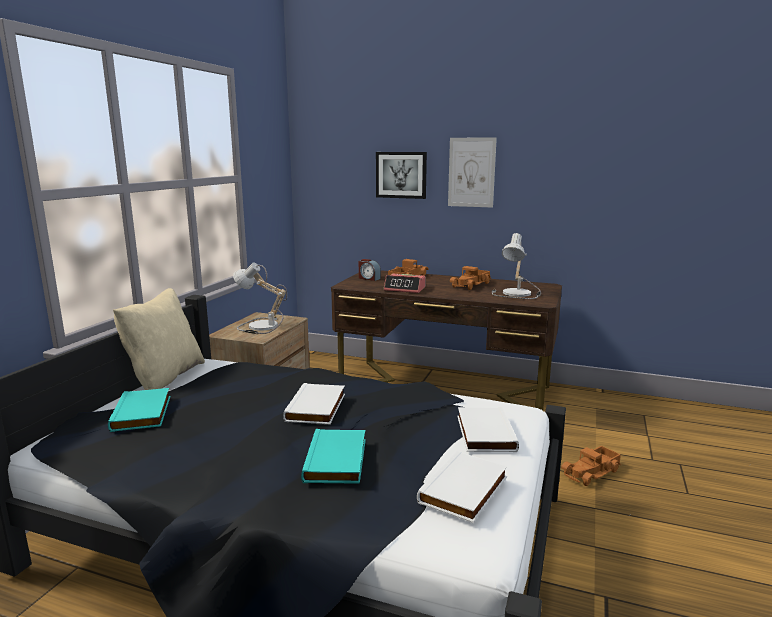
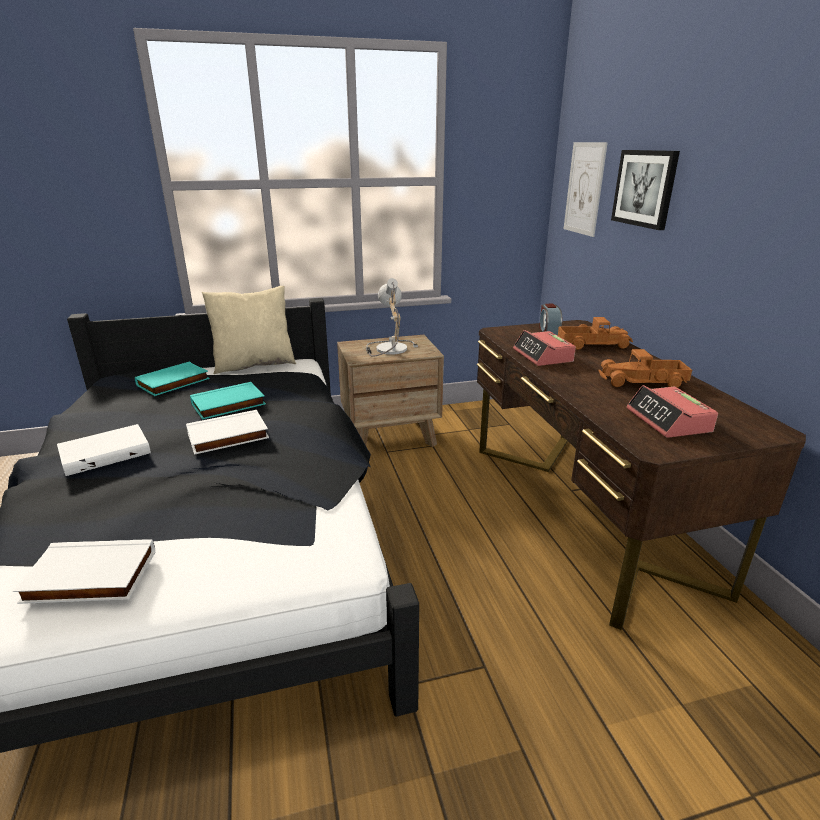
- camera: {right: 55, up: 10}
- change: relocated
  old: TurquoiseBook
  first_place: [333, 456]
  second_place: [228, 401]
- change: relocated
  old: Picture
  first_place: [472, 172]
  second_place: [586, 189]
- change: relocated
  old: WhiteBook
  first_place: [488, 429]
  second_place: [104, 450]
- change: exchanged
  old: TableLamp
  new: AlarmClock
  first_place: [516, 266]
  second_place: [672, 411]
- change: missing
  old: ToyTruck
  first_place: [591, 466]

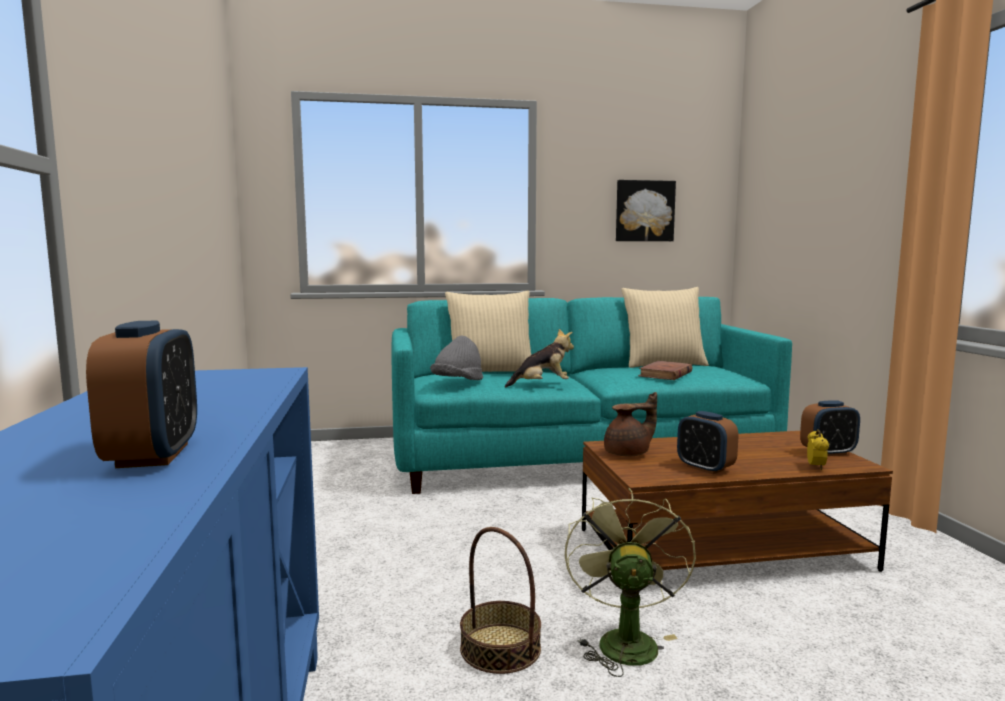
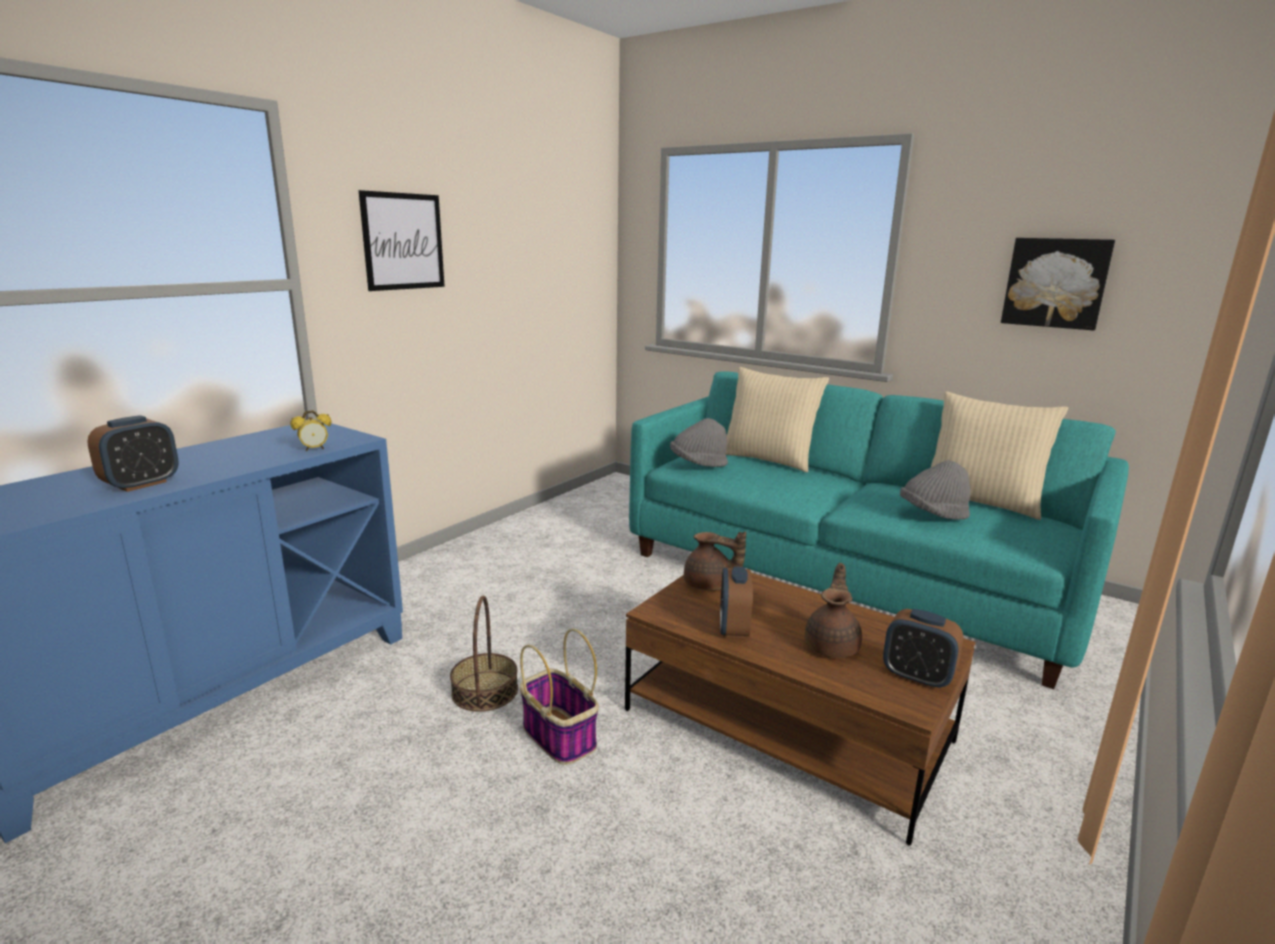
- camera: {right: 45, up: 10}
- change: missing
  old: PlushToy
  first_place: [539, 358]
- change: exchanged
  old: GreenFan
  new: Basket
  first_place: [630, 582]
  second_place: [559, 697]
- change: exchanged
  old: BrownBook
  new: GreyHat
  first_place: [665, 370]
  second_place: [935, 490]
- change: relocated
  old: AlarmClock
  first_place: [818, 449]
  second_place: [310, 430]
- change: appeared
  new: Picture
  second_place: [401, 240]
- change: appeared
  new: BrownTeapot
  second_place: [833, 610]

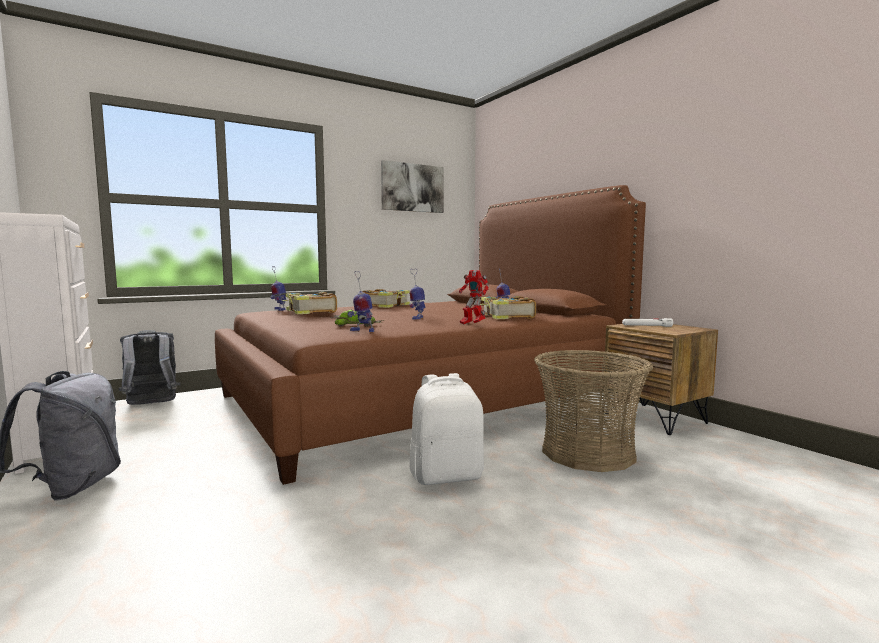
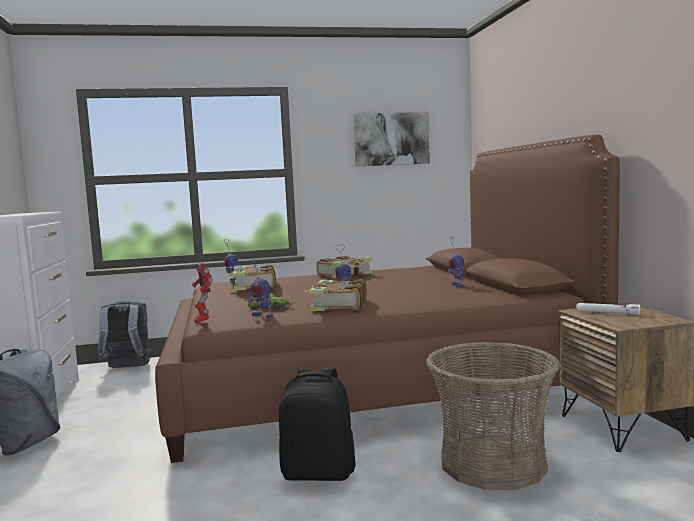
- camera: {right: 20, up: 0}
- change: colour
  old: WhiteBackpack
  new: BlackBackpack
  first_place: [447, 429]
  second_place: [317, 424]
- change: relocated
  old: ToyRobot
  first_place: [474, 297]
  second_place: [202, 292]
- change: relocated
  old: Book
  first_place: [508, 307]
  second_place: [336, 295]

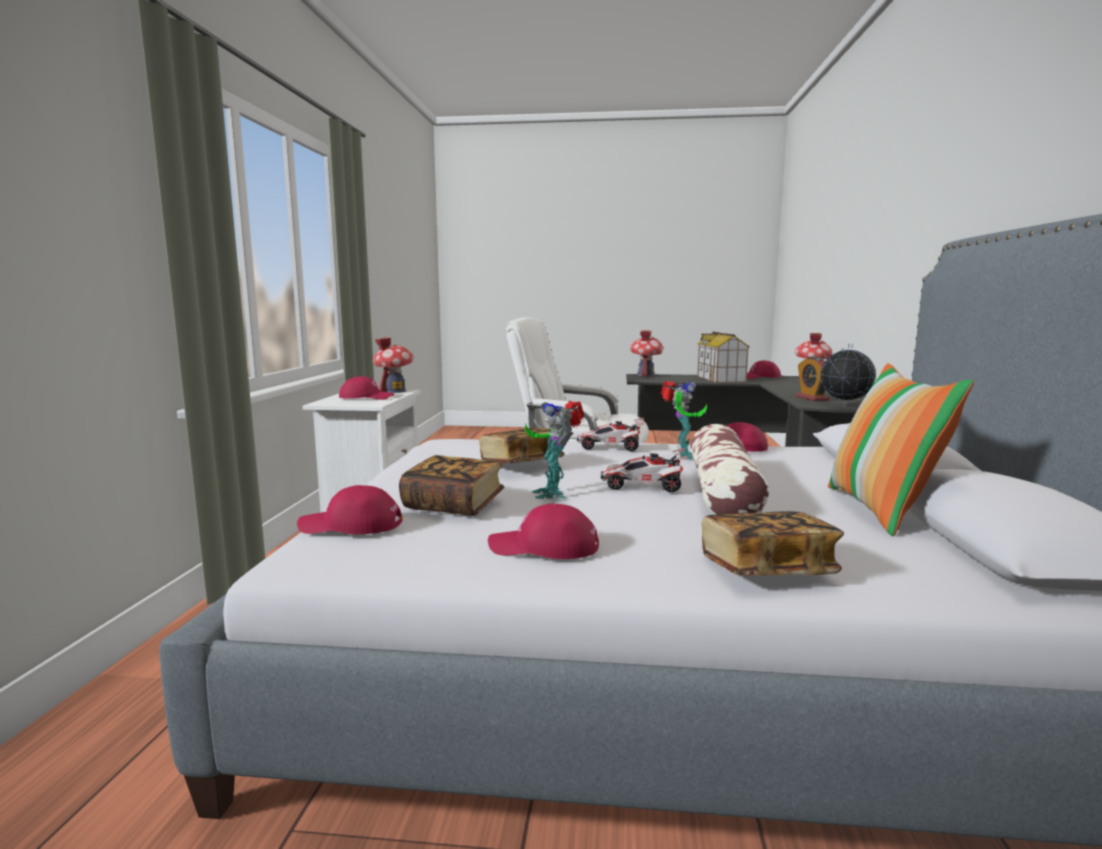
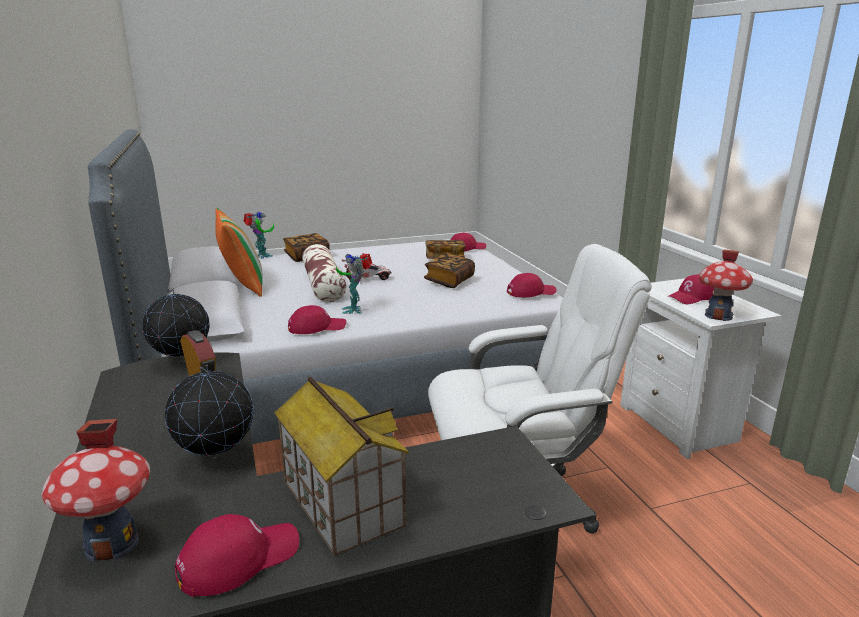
- camera: {right: 155, up: 10}
- change: relocated
  old: RedCap
  first_place: [543, 531]
  second_place: [531, 285]
- change: relocated
  old: ToyRobot
  first_place: [554, 450]
  second_place: [258, 235]
- change: missing
  old: ToyCar
  first_place: [611, 434]
- change: missing
  old: ToyHouse
  first_place: [646, 353]
- change: appeared
  new: Globe
  second_place: [209, 412]

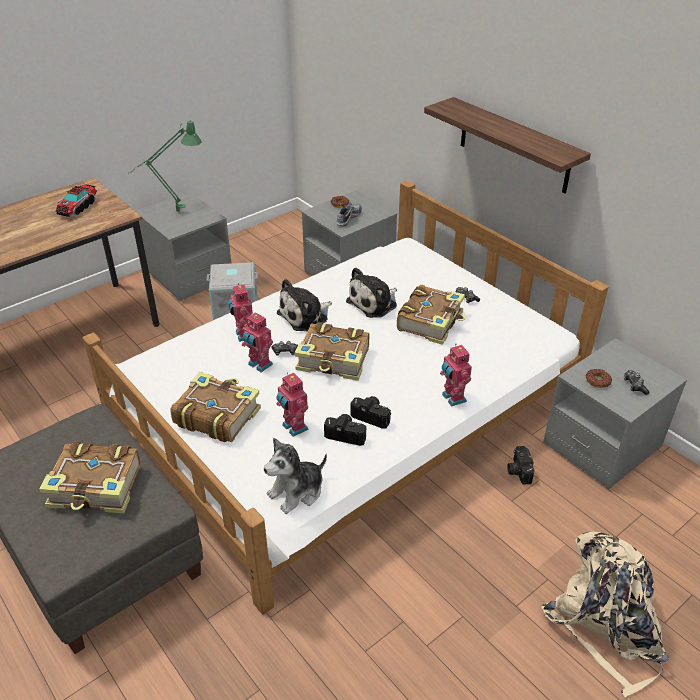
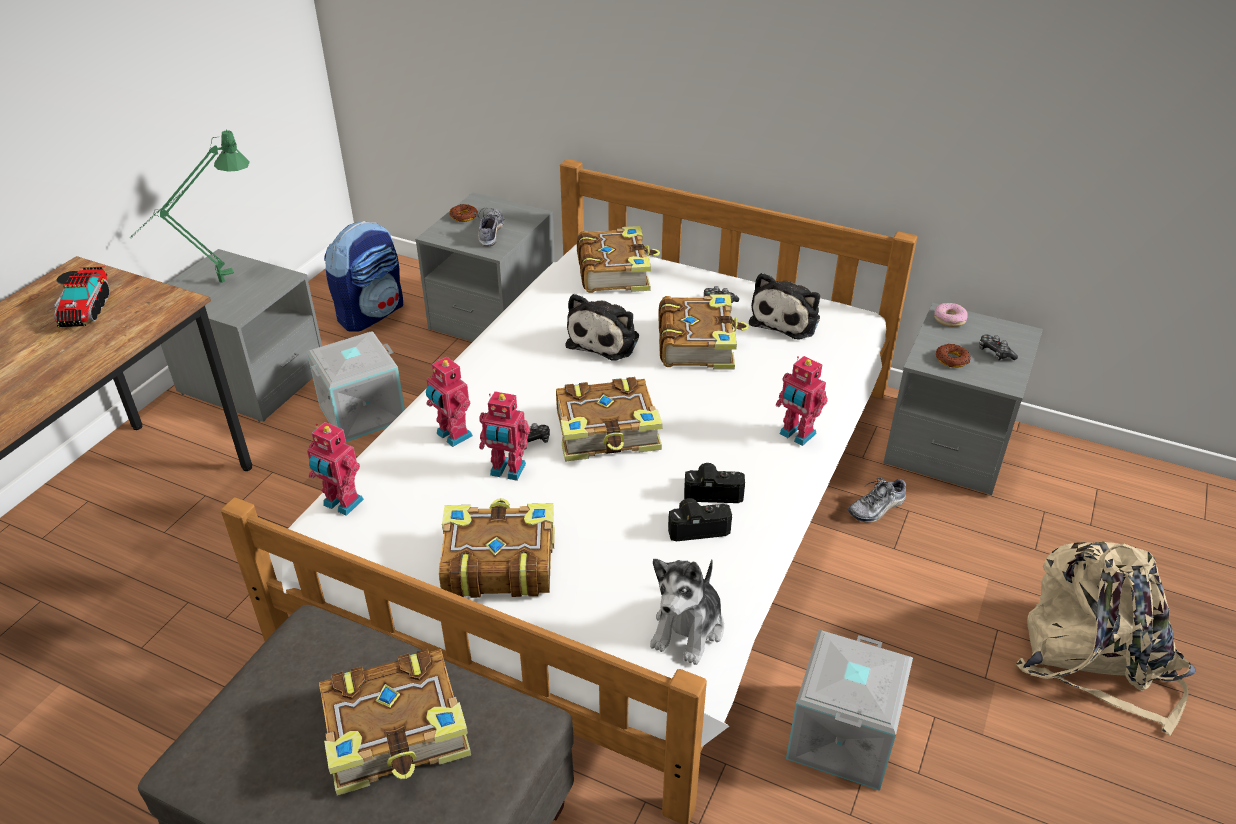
- camera: {right: -25, up: 0}
- change: relocated
  old: PlushToy
  first_place: [304, 305]
  second_place: [784, 306]
- change: relocated
  old: ToyRobot
  first_place: [292, 404]
  second_place: [335, 469]
- change: missing
  old: Shelf
  first_place: [507, 145]
- change: exchanged
  old: PhotoCamera
  new: Shoe
  first_place: [521, 465]
  second_place: [877, 500]
- change: appeared
  new: Backpack
  second_place: [363, 276]
- change: appeared
  new: Book
  second_place: [618, 259]
- change: appeared
  new: GreyStorageBox
  second_place: [849, 710]
- change: appeared
  new: Donut
  second_place: [951, 315]

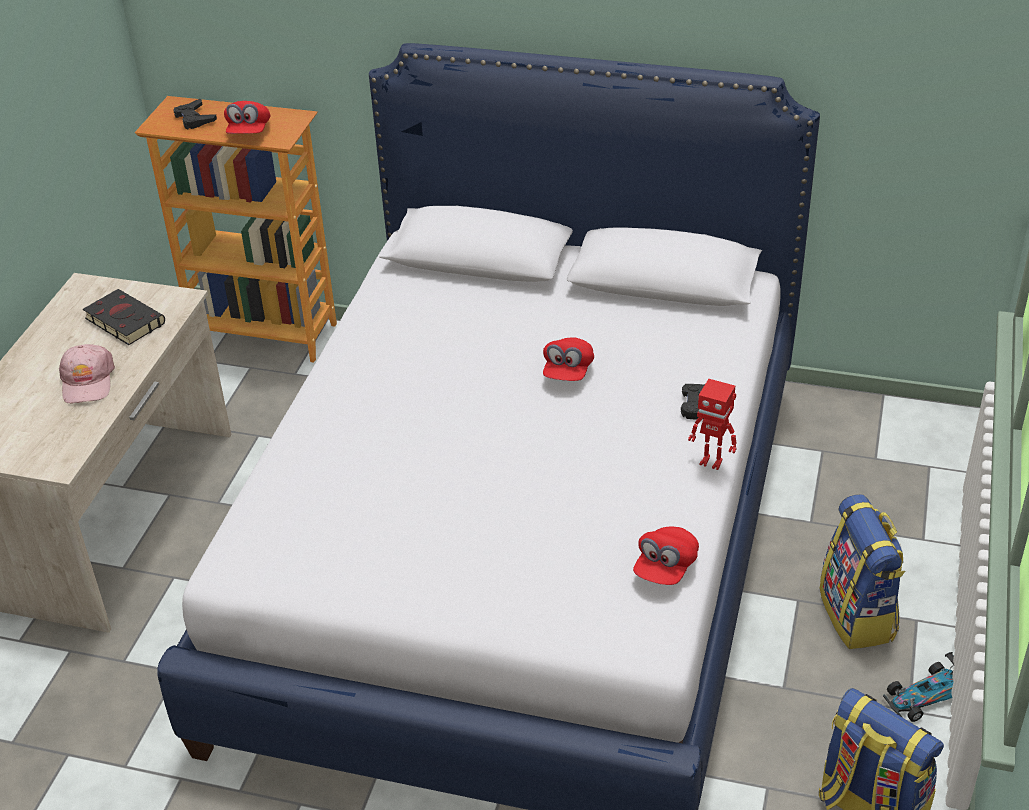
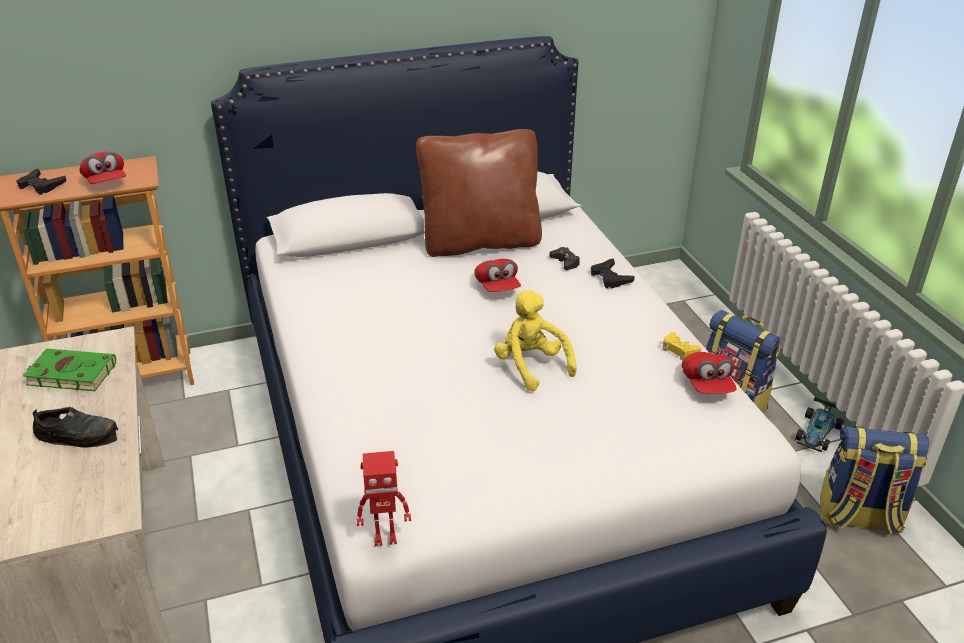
- camera: {right: -35, up: -5}
- change: exchanged
  old: PinkCap
  new: BlackShoe
  first_place: [87, 374]
  second_place: [75, 427]
- change: colour
  old: BlackBook
  new: GreenBook
  first_place: [124, 317]
  second_place: [69, 370]
- change: relocated
  old: ToyRobot
  first_place: [712, 424]
  second_place: [384, 498]
- change: appeared
  new: BrownPillow
  second_place: [479, 193]
- change: appeared
  new: YellowPlushToy
  second_place: [535, 340]
- change: appeared
  new: BlackGameController
  second_place: [564, 258]
- change: appeared
  new: YellowGameController
  second_place: [681, 346]

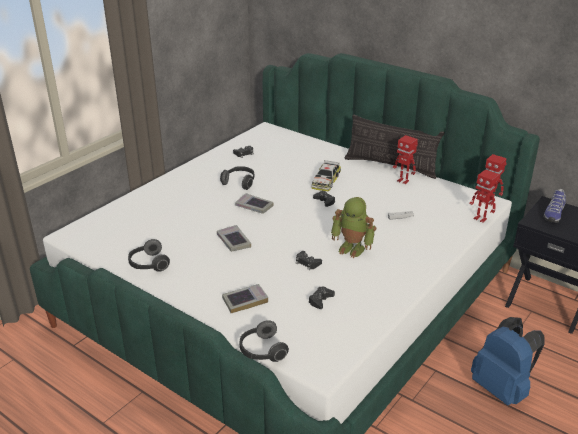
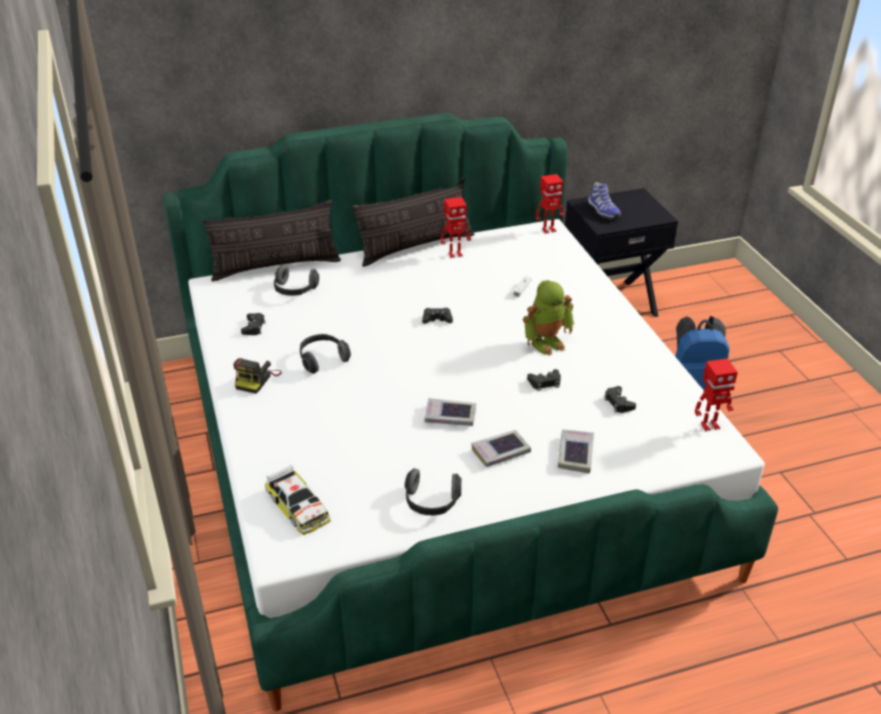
- camera: {right: -55, up: 5}
- change: relocated
  old: Book
  first_place: [254, 203]
  second_place: [501, 448]
- change: relocated
  old: Headphones
  first_place: [264, 341]
  second_place: [296, 280]
- change: relocated
  old: ToyCar
  first_place: [326, 175]
  second_place: [298, 499]
- change: relocated
  old: ToyRobot
  first_place: [484, 196]
  second_place: [716, 395]
- change: appeared
  new: Pillow
  second_place: [272, 240]
- change: appeared
  new: PhotoCamera
  second_place: [257, 376]

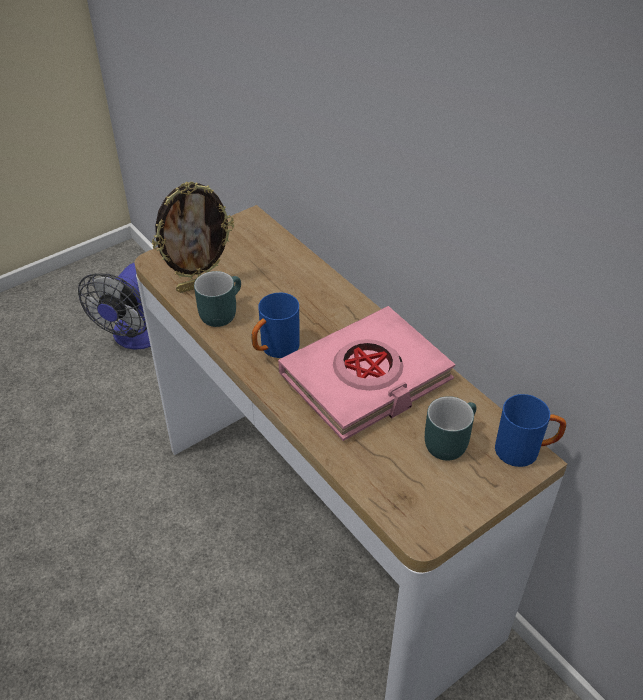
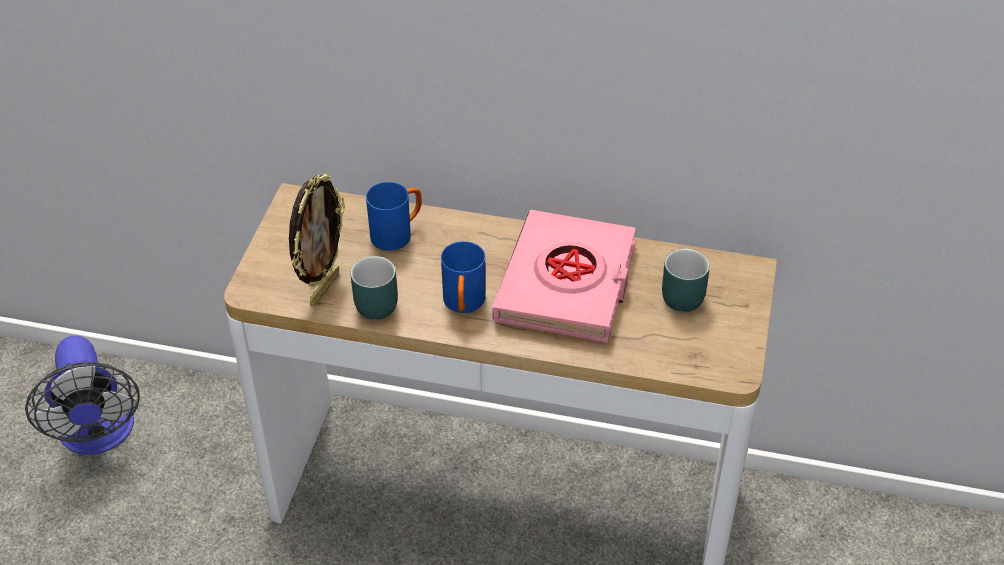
- camera: {right: -40, up: 0}
- change: relocated
  old: BlueMug
  first_place: [530, 430]
  second_place: [394, 216]

